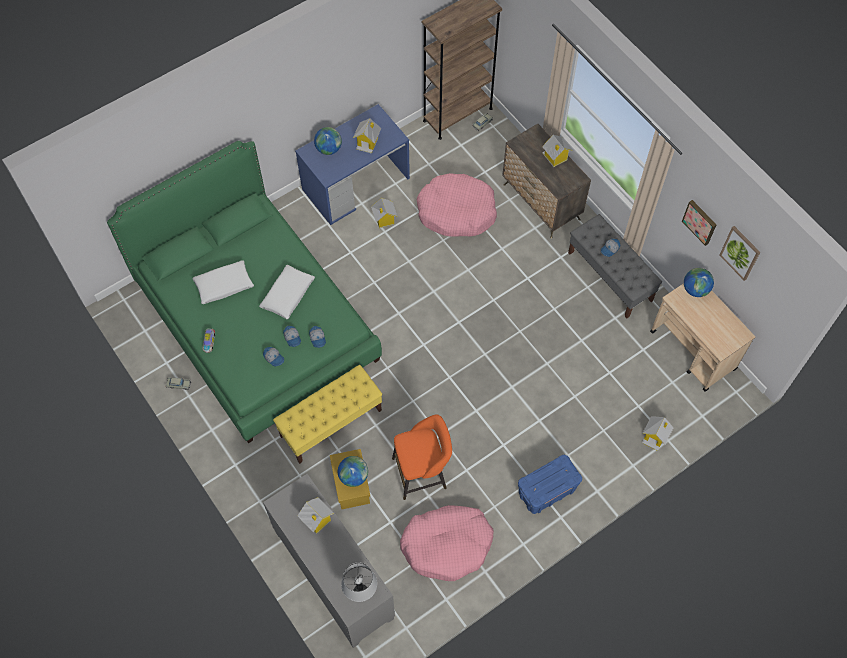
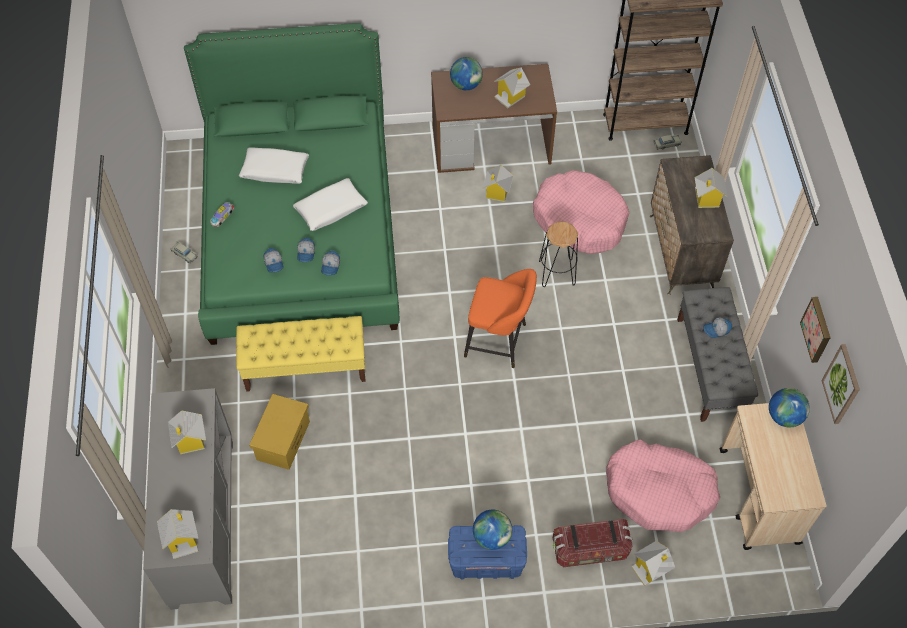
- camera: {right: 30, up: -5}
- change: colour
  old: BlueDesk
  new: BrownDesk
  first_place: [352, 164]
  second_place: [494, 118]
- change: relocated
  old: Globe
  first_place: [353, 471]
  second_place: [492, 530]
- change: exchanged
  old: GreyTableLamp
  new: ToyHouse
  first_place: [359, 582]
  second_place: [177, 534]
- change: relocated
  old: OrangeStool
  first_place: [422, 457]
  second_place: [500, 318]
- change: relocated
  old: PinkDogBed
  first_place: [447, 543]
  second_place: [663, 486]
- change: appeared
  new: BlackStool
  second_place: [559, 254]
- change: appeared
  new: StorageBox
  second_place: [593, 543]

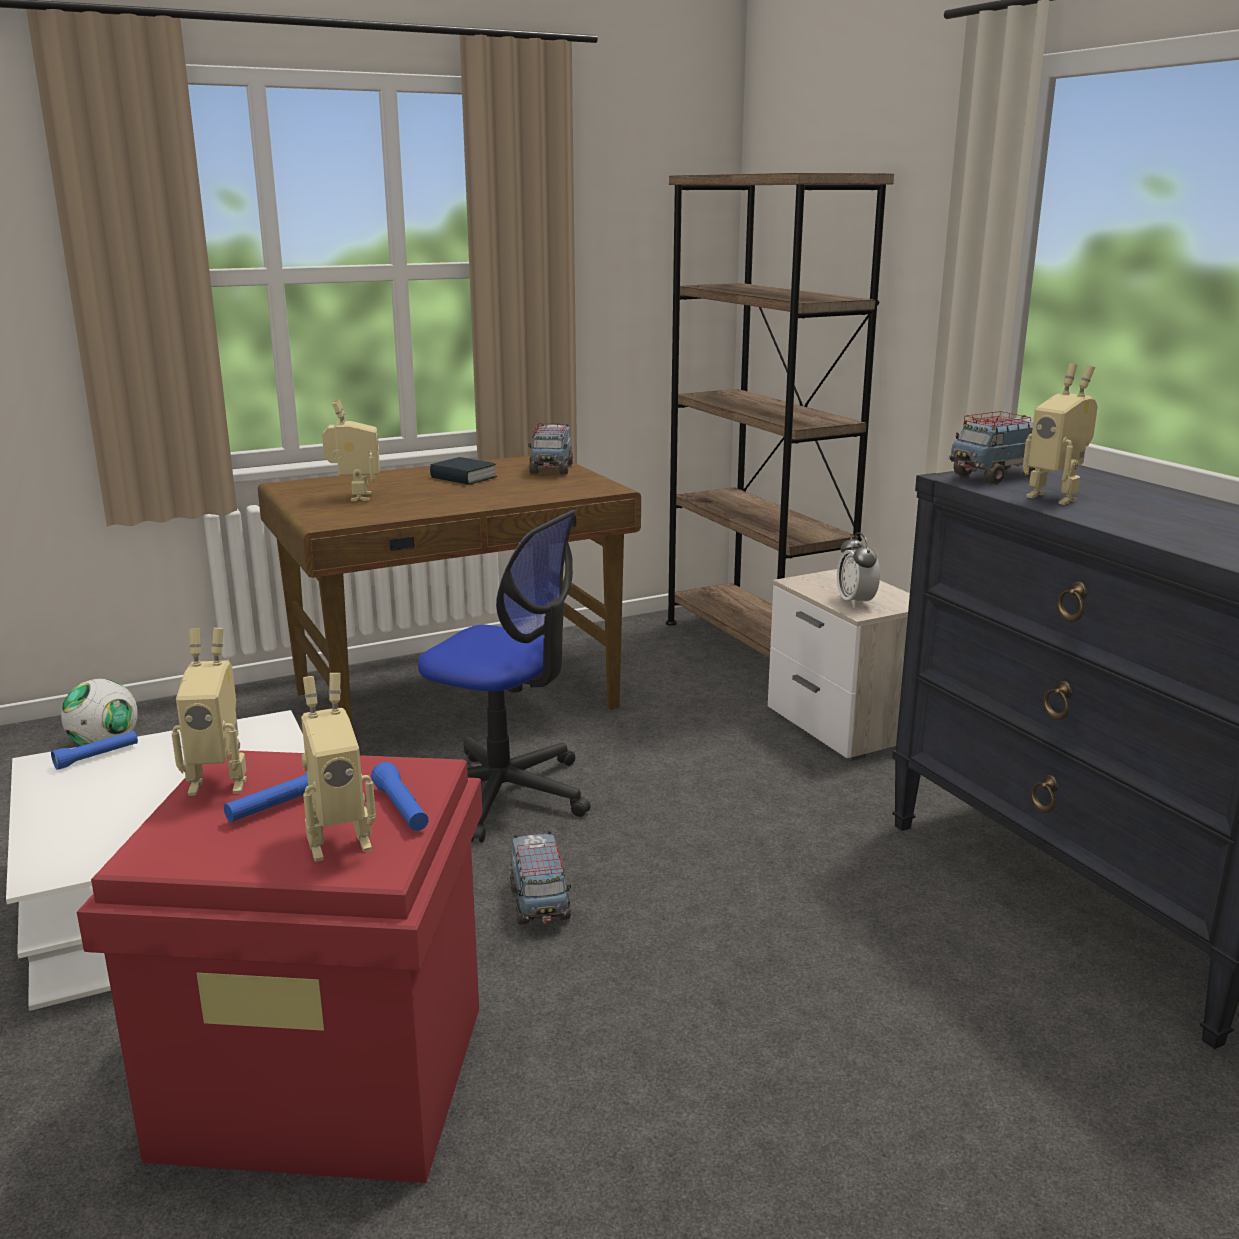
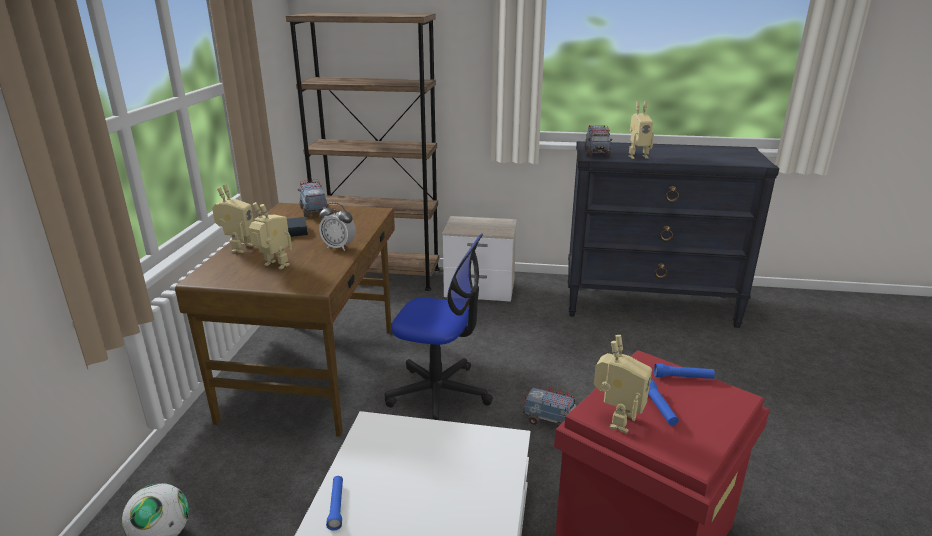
- camera: {right: -55, up: 5}
- change: relocated
  old: ToyRobot
  first_place: [338, 767]
  second_place: [233, 218]
- change: spun
  old: OfficeChair
  first_place: [504, 676]
  second_place: [439, 327]
  degrees: 45
- change: spun
  old: ToyTruck
  first_place: [550, 449]
  second_place: [313, 198]
  degrees: -150
- change: relocated
  old: AlarmClock
  first_place: [858, 570]
  second_place: [337, 227]

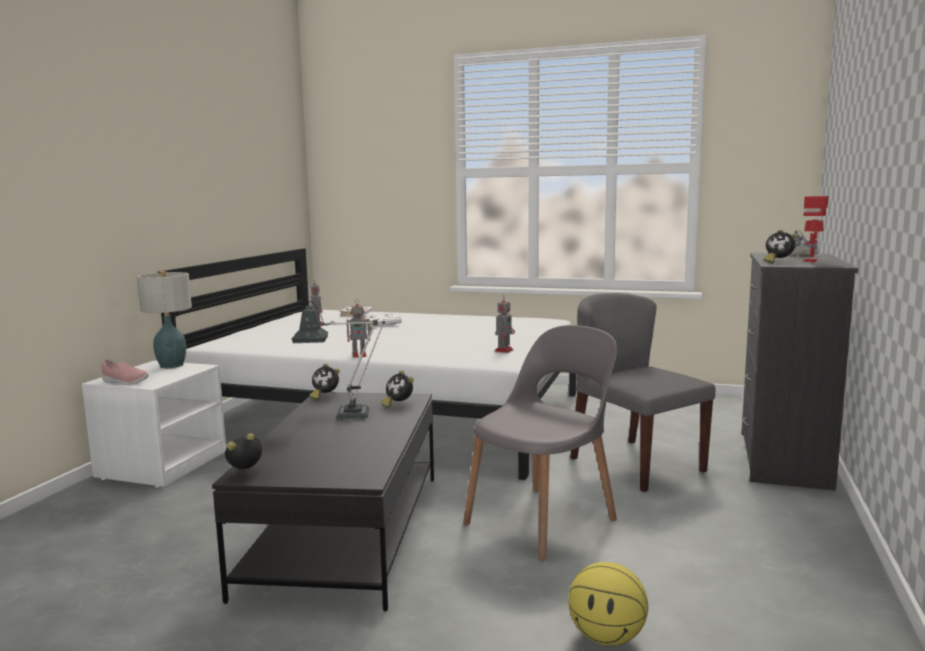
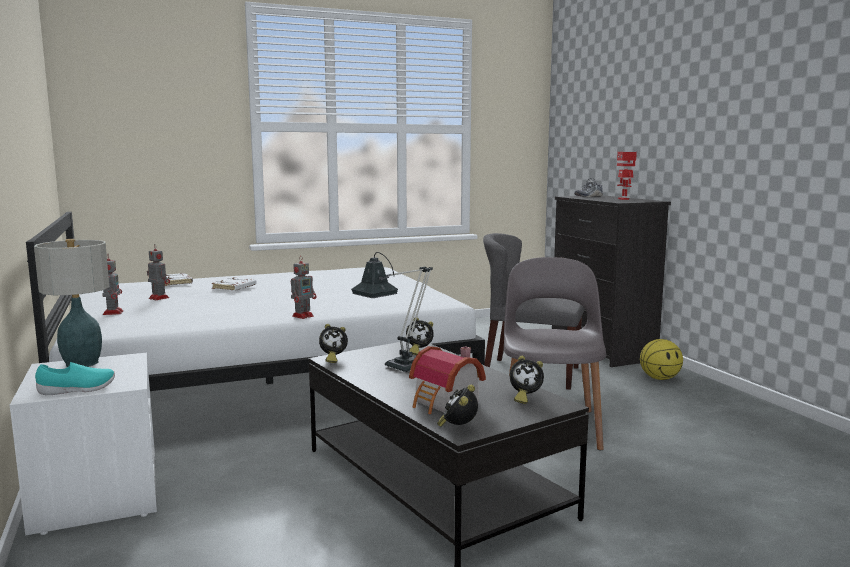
- camera: {right: -40, up: 0}
- change: colour
  old: PinkShoe
  new: TurquoiseShoe
  first_place: [125, 372]
  second_place: [75, 378]
- change: relocated
  old: ToyRobot
  first_place: [505, 324]
  second_place: [112, 284]
- change: relocated
  old: Basketball
  first_place: [608, 604]
  second_place: [661, 359]
- change: relocated
  old: AlarmClock
  first_place: [780, 246]
  second_place: [527, 379]
- change: appeared
  new: ToyHouse
  second_place: [447, 380]

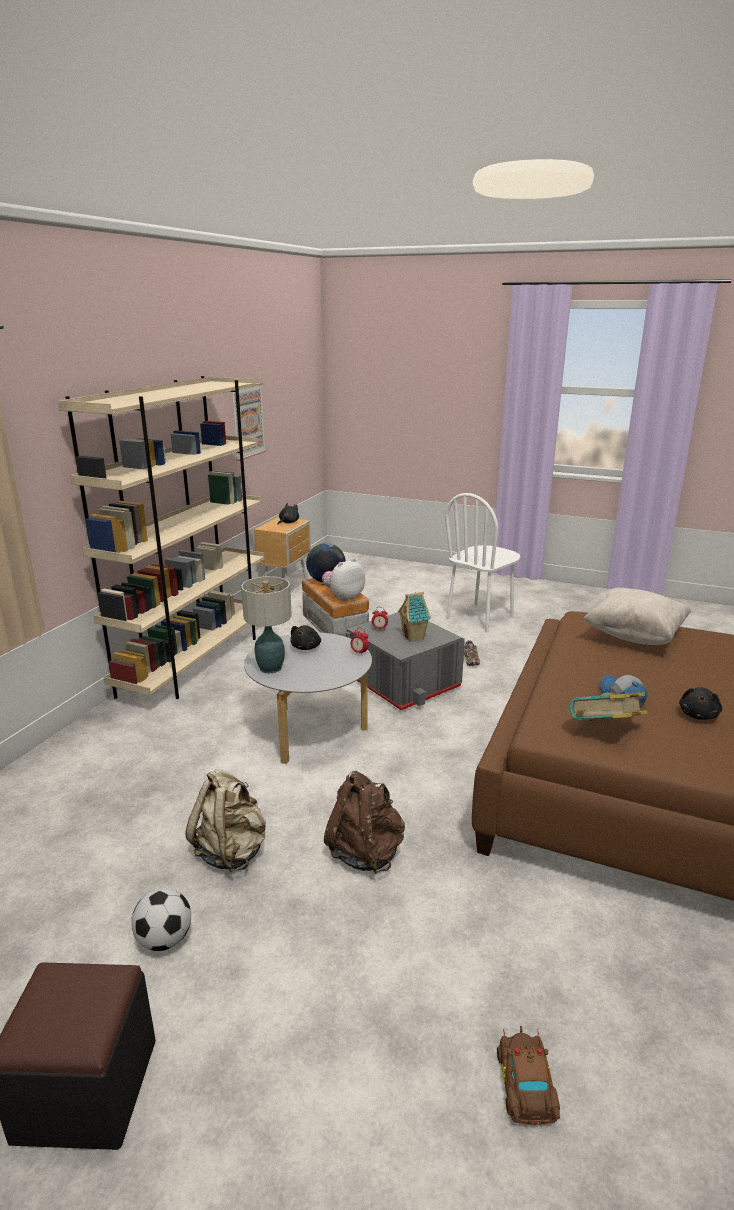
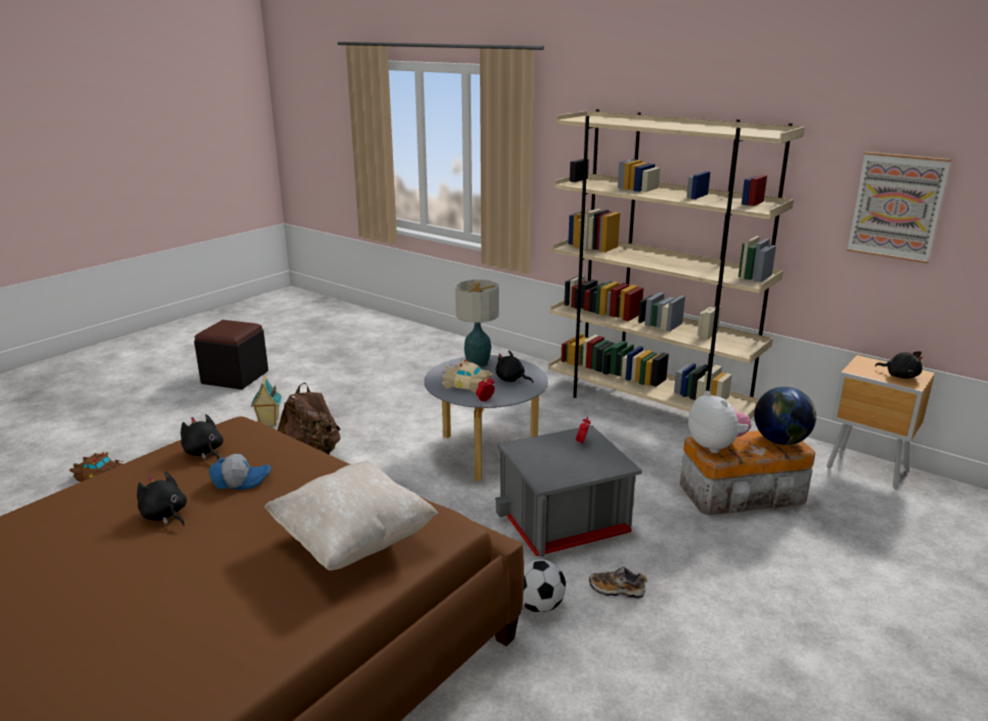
- camera: {right: 105, up: 0}
- change: relocated
  old: Football
  first_place: [161, 919]
  second_place: [544, 586]
- change: missing
  old: BeigeBackpack
  first_place: [226, 820]
- change: relocated
  old: ToyHouse
  first_place: [414, 617]
  second_place: [266, 401]
- change: missing
  old: WhiteChair
  first_place: [483, 562]
- change: exchanged
  old: Book
  new: BlackPlushToy
  first_place: [608, 706]
  second_place: [202, 437]
- change: appeared
  new: BeigeToyCar
  second_place: [467, 375]

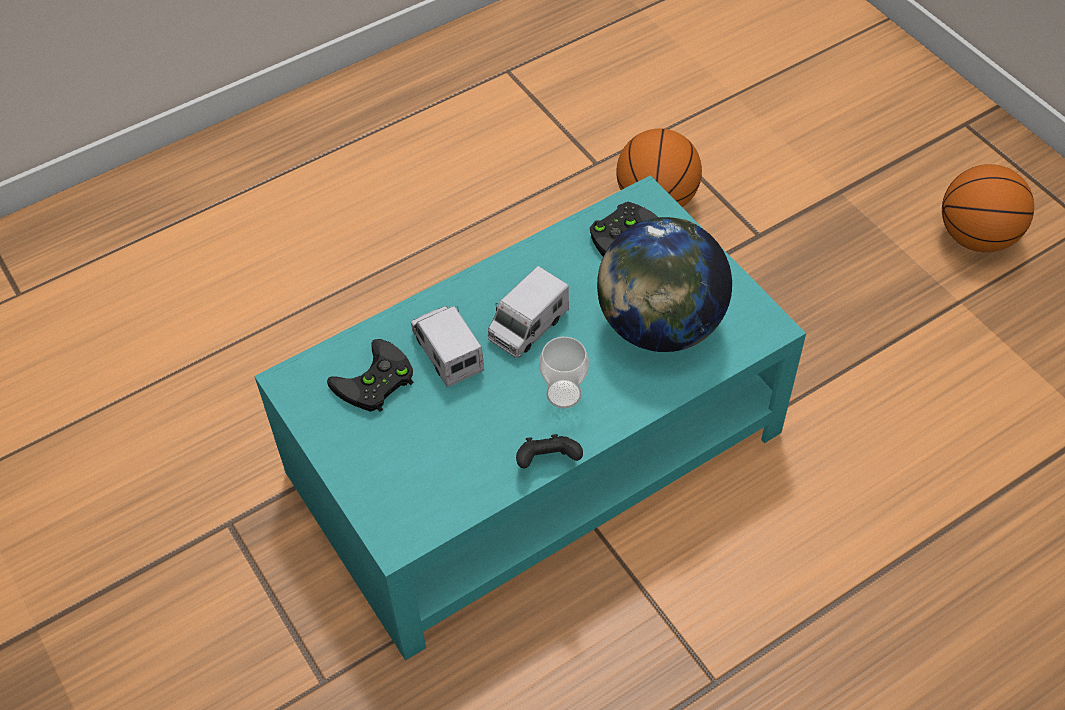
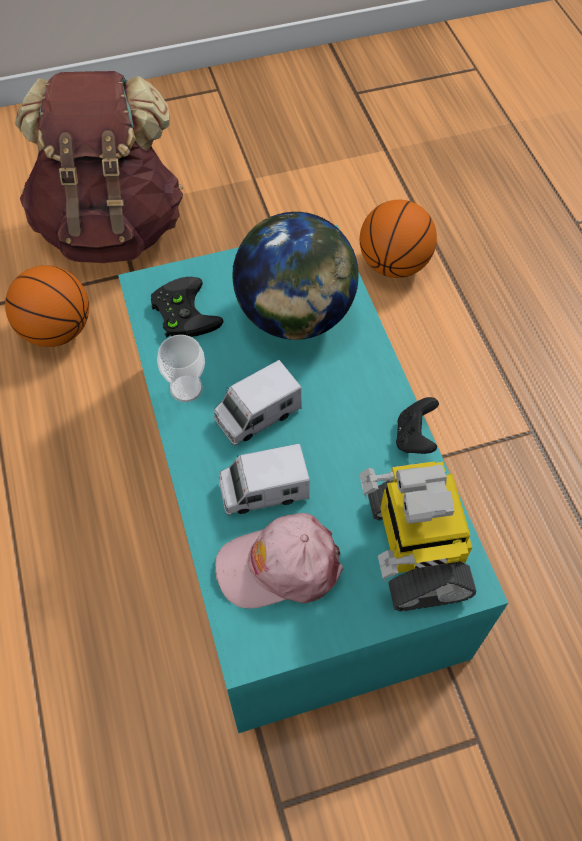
- camera: {right: -75, up: 5}
- change: exchanged
  old: BlackGameController
  new: PinkCap
  first_place: [370, 375]
  second_place: [279, 561]
- change: spun
  old: ToyTruck
  first_place: [528, 312]
  second_place: [257, 402]
  degrees: 90
- change: relocated
  old: Cup
  first_place: [564, 373]
  second_place: [181, 368]
- change: relocated
  old: Basketball
  first_place: [988, 208]
  second_place: [398, 239]
- change: appeared
  new: BrownBackpack
  second_place: [99, 167]
- change: appeared
  new: ToyRobot
  second_place: [417, 536]

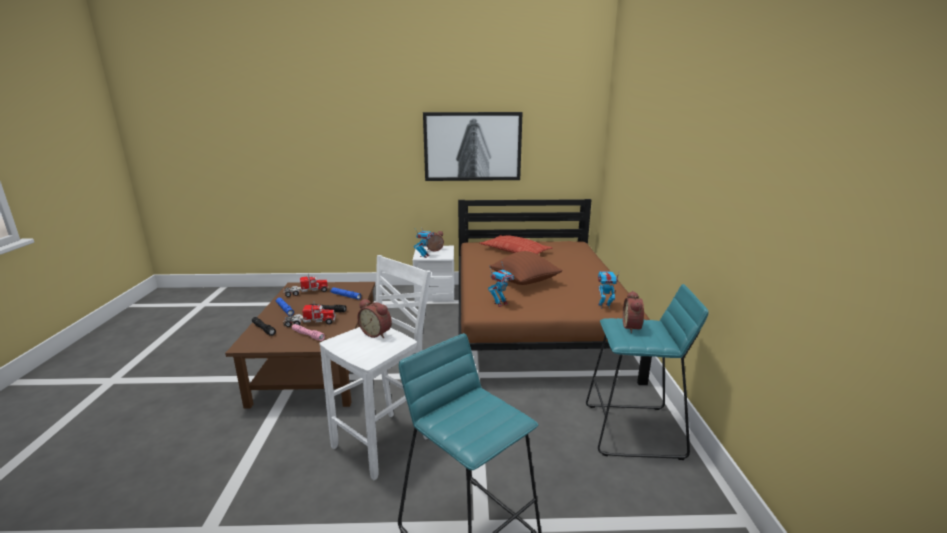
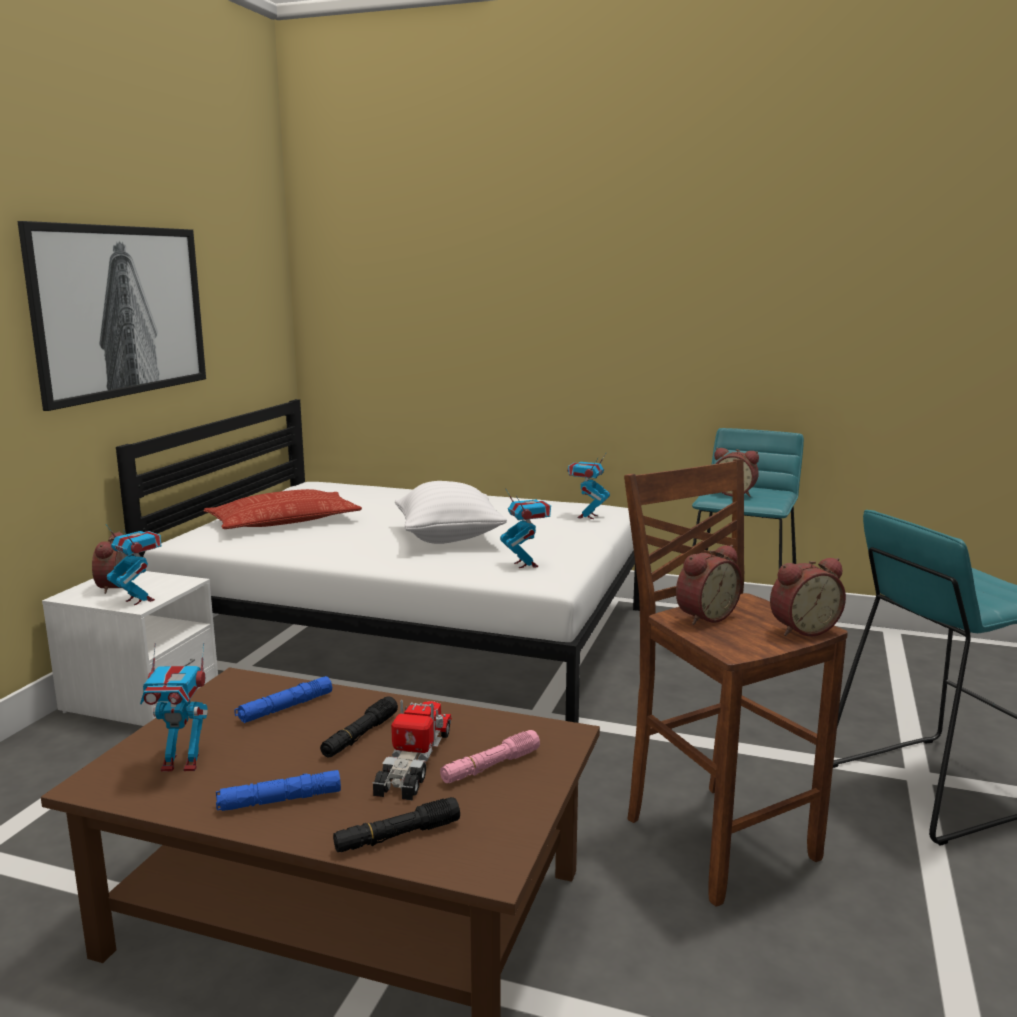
- camera: {right: -70, up: -5}
- change: exchanged
  old: ToyTruck
  new: ToyRobot
  first_place: [306, 285]
  second_place: [174, 707]
- change: colour
  old: WhiteStool
  new: BrownStool
  first_place: [375, 367]
  second_place: [736, 683]
- change: colour
  old: BrownBed
  new: WhiteBed
  first_place: [555, 292]
  second_place: [378, 561]
- change: colour
  old: BrownPillow
  new: WhitePillow
  first_place: [526, 268]
  second_place: [451, 512]
- change: appeared
  new: AlarmClock
  second_place: [808, 597]

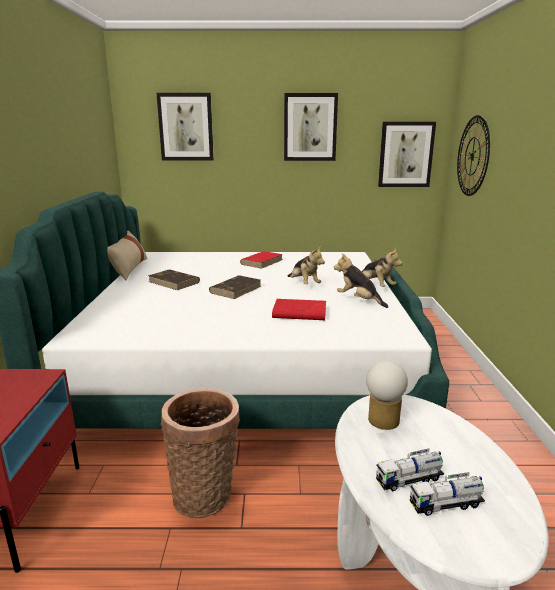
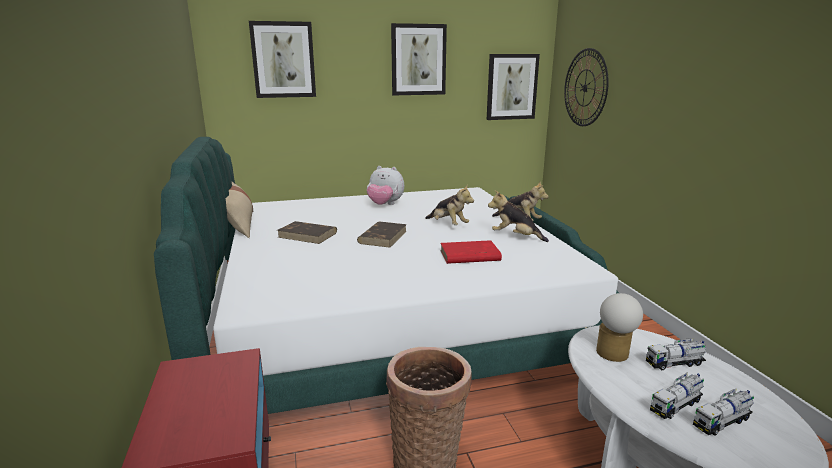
- camera: {right: -15, up: 0}
- change: exchanged
  old: RedBook
  new: PlushToy
  first_place: [261, 260]
  second_place: [385, 185]
- change: appeared
  new: ToyTruck
  second_place: [676, 354]

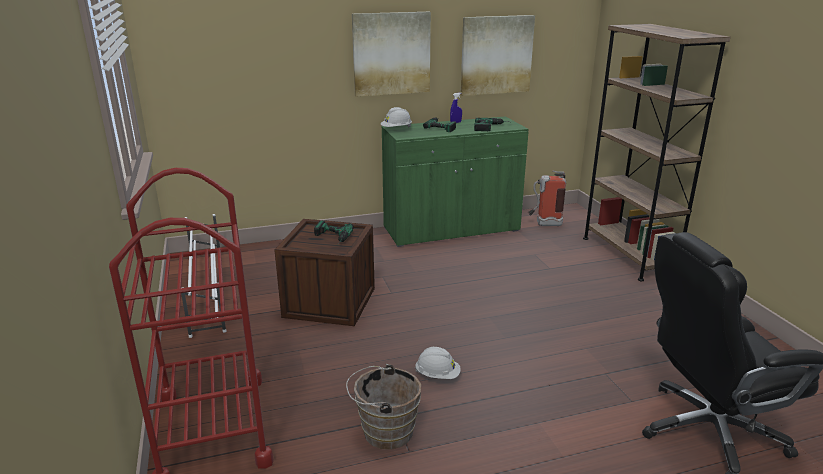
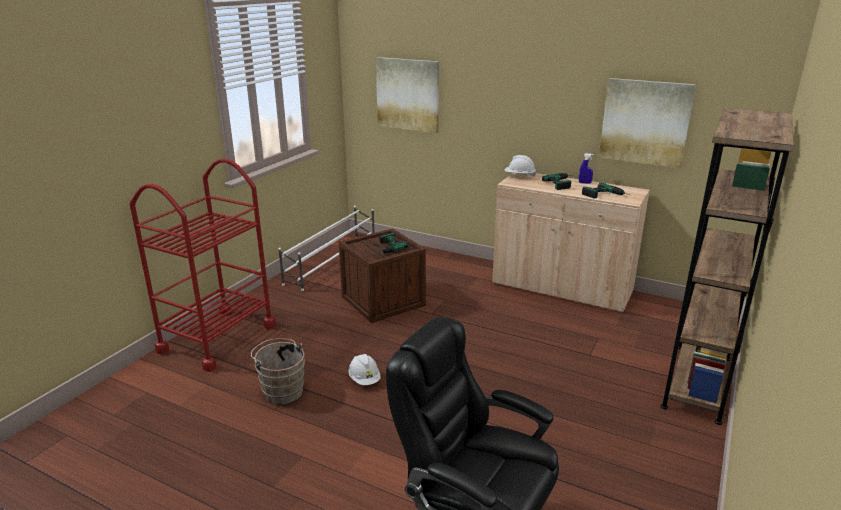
- camera: {right: 45, up: 0}
- change: relocated
  old: Picture
  first_place: [391, 54]
  second_place: [407, 95]
- change: colour
  old: GreenCabinet
  new: BeigeCabinet
  first_place: [455, 181]
  second_place: [571, 243]
- change: missing
  old: FireExtinguisher
  first_place: [547, 198]

